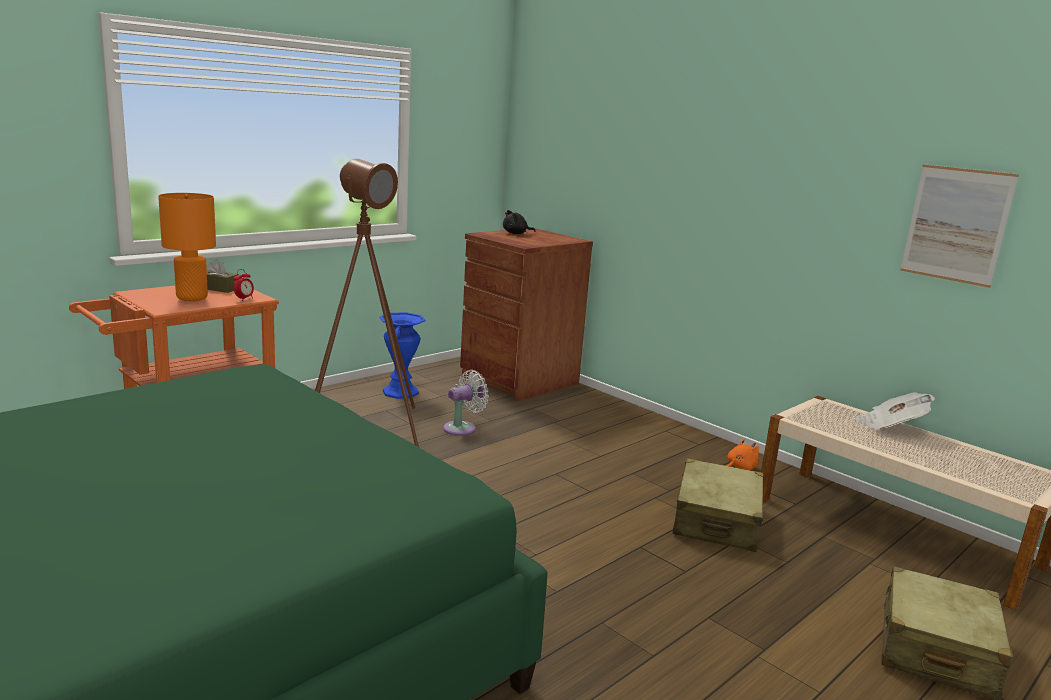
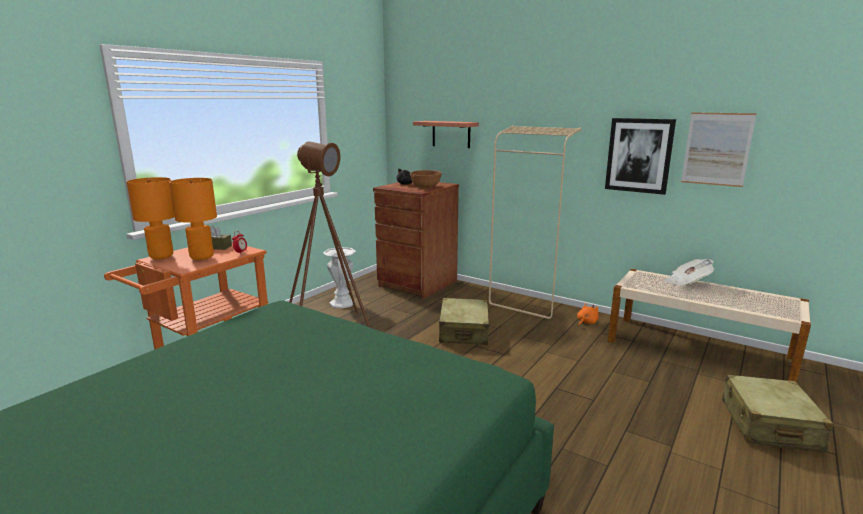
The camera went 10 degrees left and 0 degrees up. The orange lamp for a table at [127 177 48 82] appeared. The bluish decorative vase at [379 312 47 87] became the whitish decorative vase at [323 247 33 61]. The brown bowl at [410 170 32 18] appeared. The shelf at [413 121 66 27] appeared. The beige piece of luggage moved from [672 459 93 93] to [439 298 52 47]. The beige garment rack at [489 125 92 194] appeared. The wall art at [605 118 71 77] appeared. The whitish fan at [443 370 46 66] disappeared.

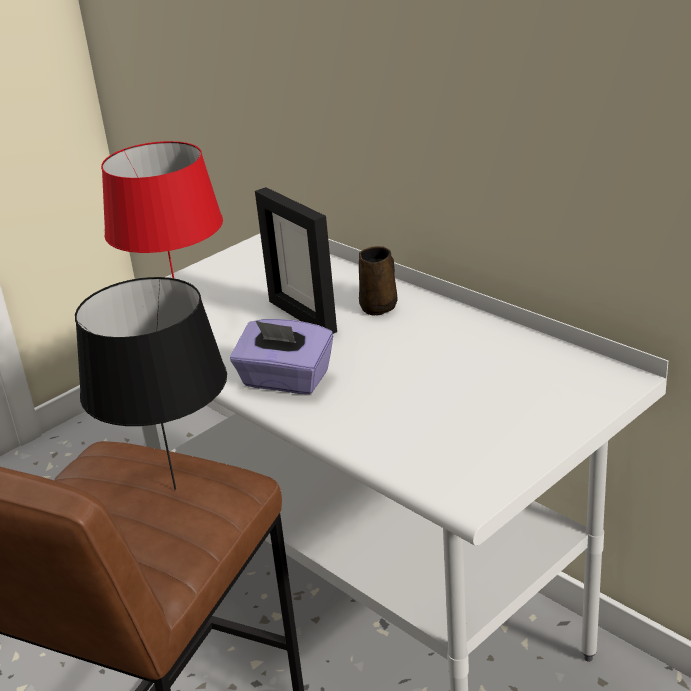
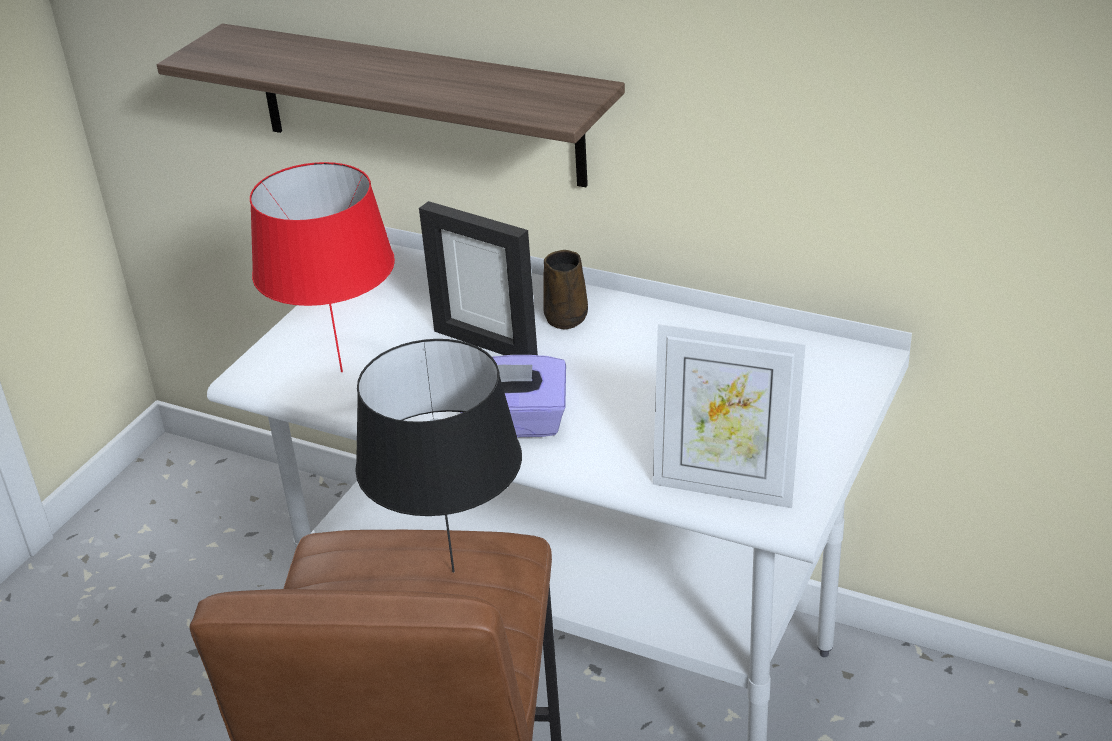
The camera went 20 degrees left and 5 degrees up. The shelf at [157 23 468 164] appeared. The standing frame at [653 324 152 184] appeared.

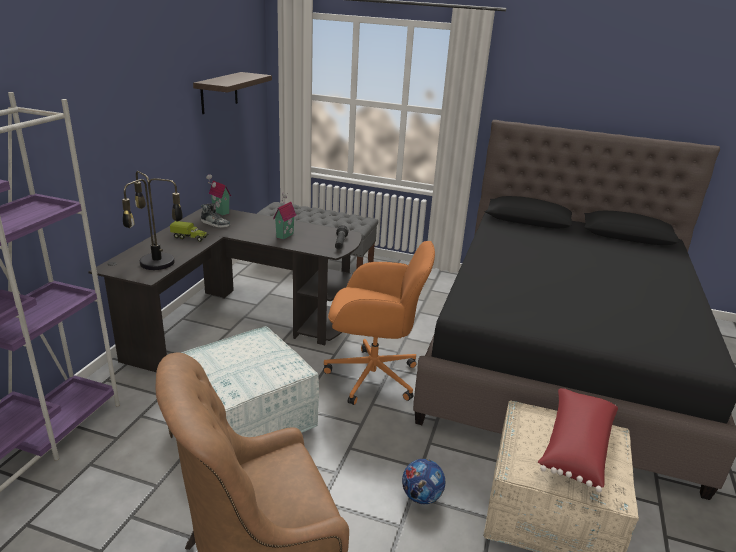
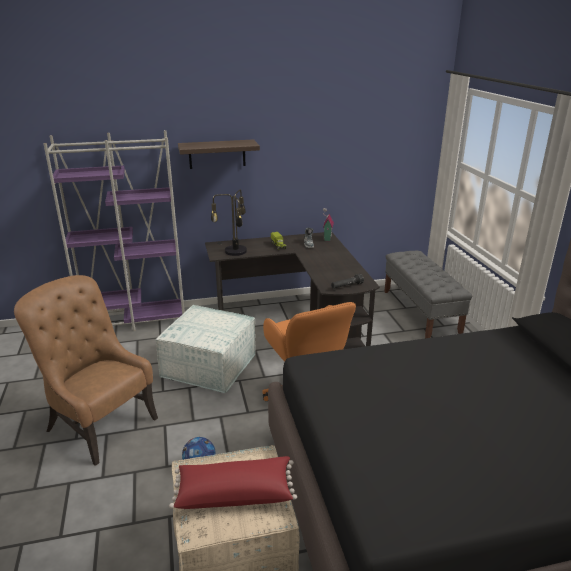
The camera went 60 degrees right and 0 degrees up. The shelf moved from [193 72 79 42] to [178 139 82 30]. The miniature house at [273 193 23 47] disappeared.

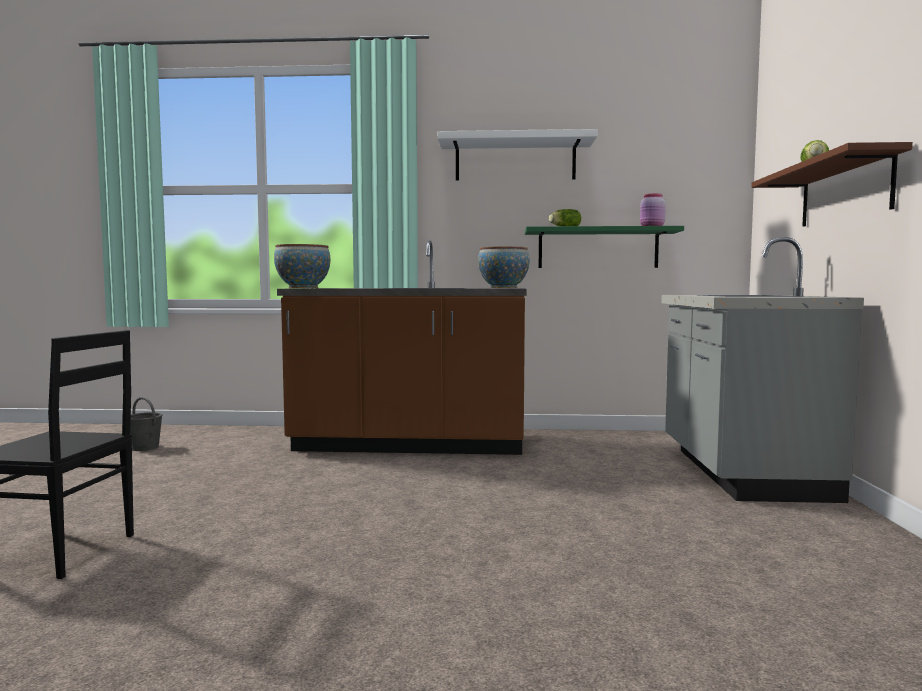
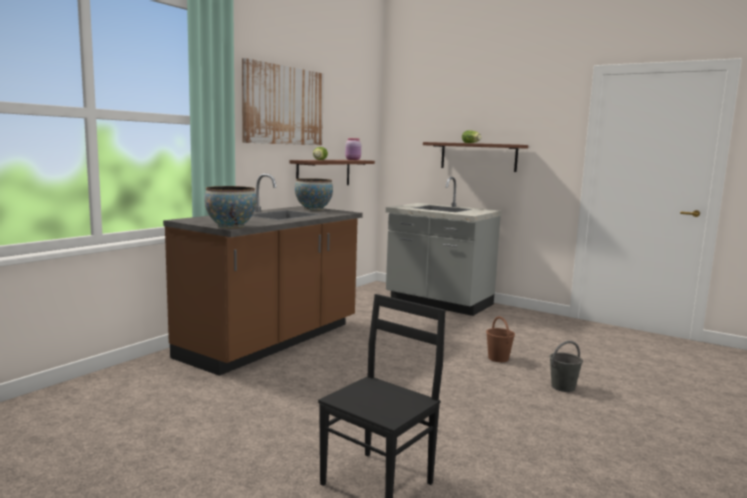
The camera went 60 degrees left and 5 degrees up. The whitish shelf at [437 129 161 52] was replaced by the wall art at [242 58 82 87]. The green-coloured shelf at [525 226 159 42] became the brown shelf at [289 160 86 25]. The brown pail at [486 316 29 46] appeared. The greyish pail moved from [130 397 33 54] to [549 341 34 51].

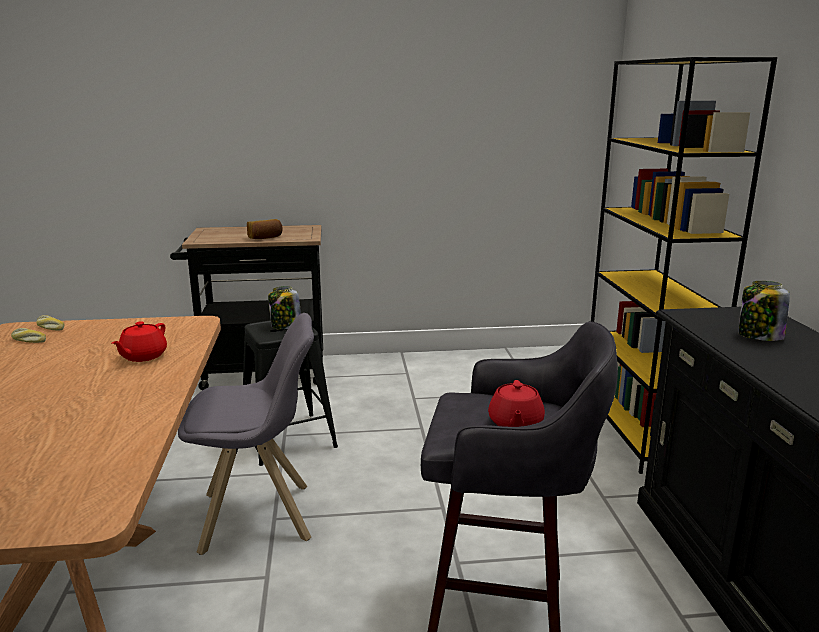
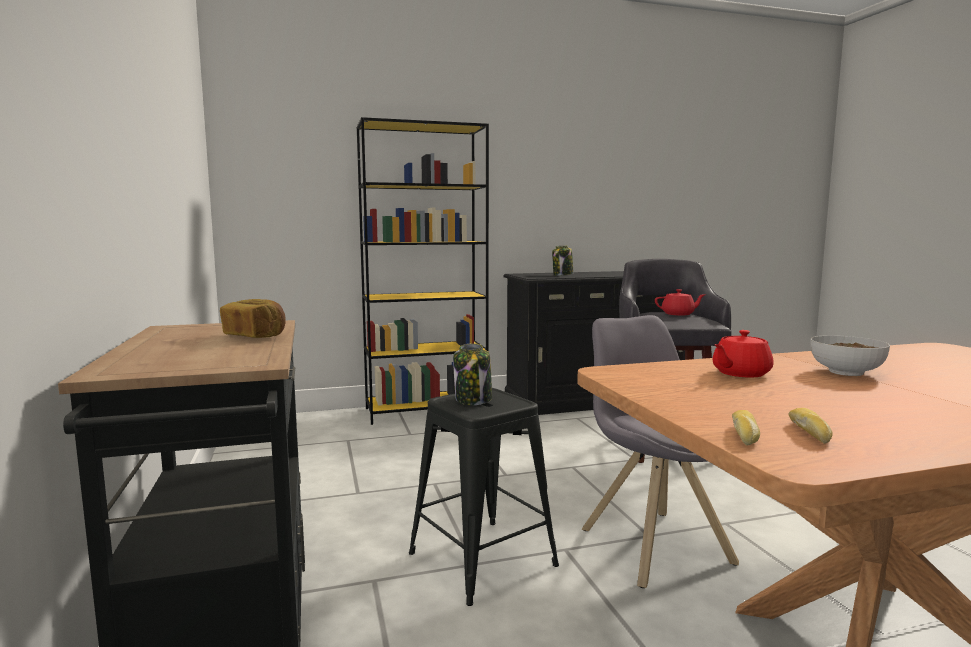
The camera went 100 degrees left and 10 degrees down. The red-coloured teapot at [112 321 55 41] turned 135 degrees clockwise. The bowl at [810 335 80 41] appeared.

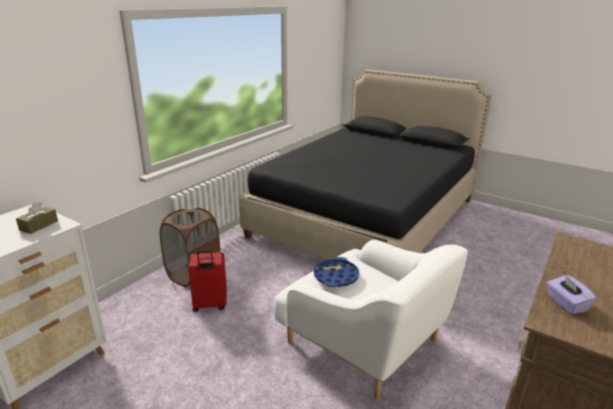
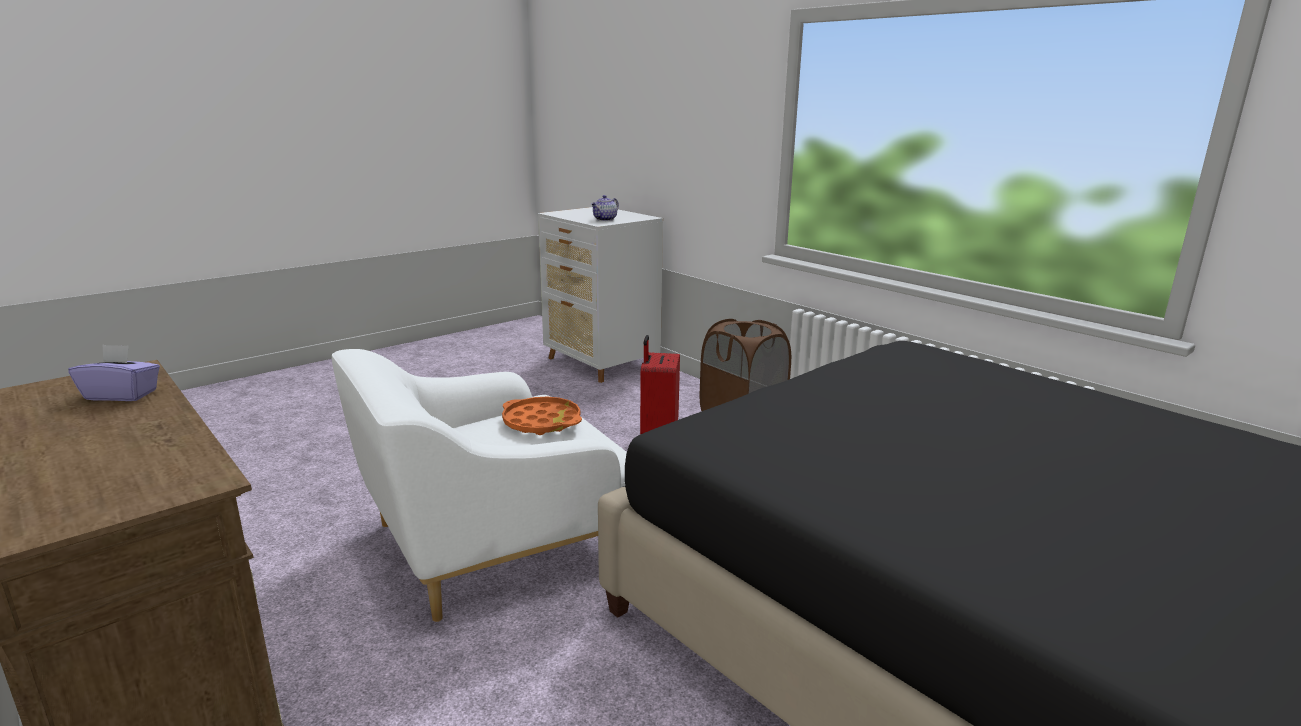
The camera went 105 degrees right and 5 degrees down. The bluish carrying tray at [314 257 45 30] became the orange carrying tray at [502 397 80 38]. The brown tissue box at [16 202 42 32] was replaced by the teapot at [591 195 28 26].

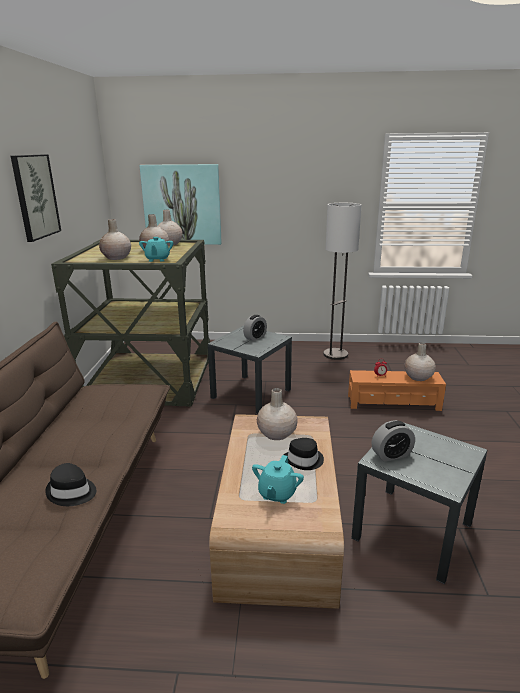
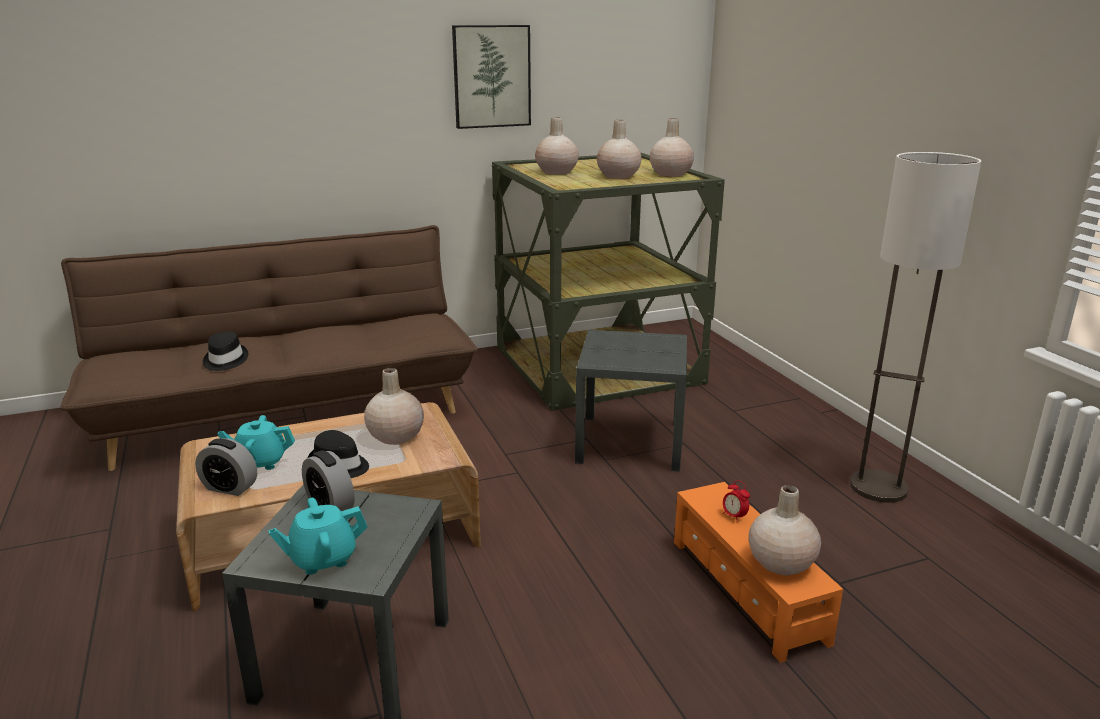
The camera went 65 degrees right and 0 degrees up. The bedside clock moved from [243 315 24 26] to [195 438 62 58]. The turquoise-coloured teapot moved from [139 237 34 25] to [268 498 100 77]. The wall art at [139 164 83 81] disappeared.

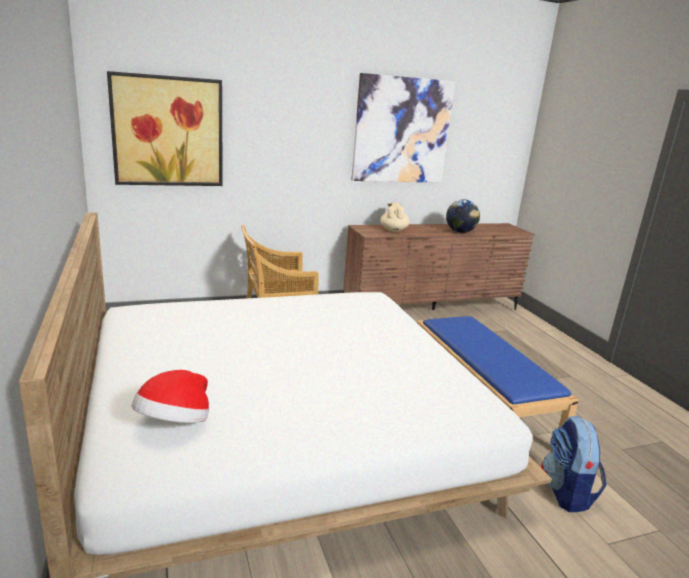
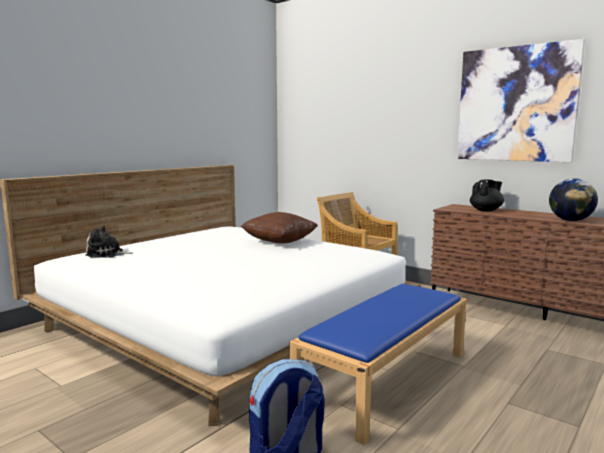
The camera went 60 degrees right and 10 degrees down. The hat at [132 370 77 53] was replaced by the plush toy at [85 225 48 33]. The brown pillow at [241 212 77 32] appeared. The beige teapot at [380 202 30 30] became the black teapot at [470 179 34 32]. The wall art at [107 71 116 115] disappeared.

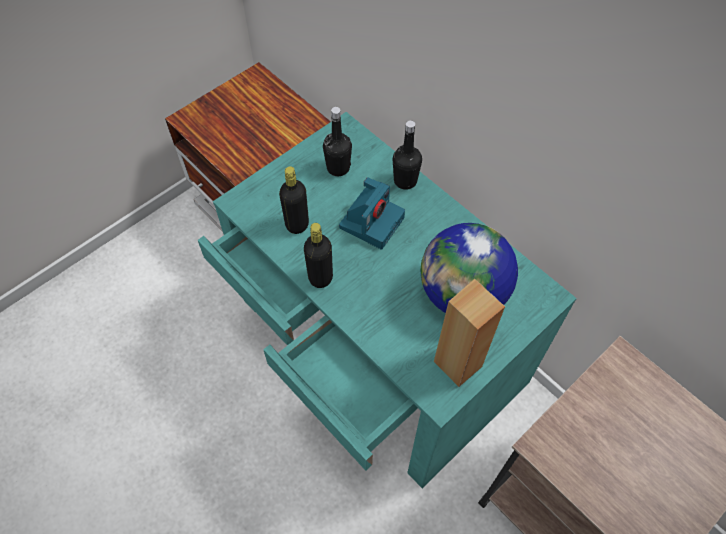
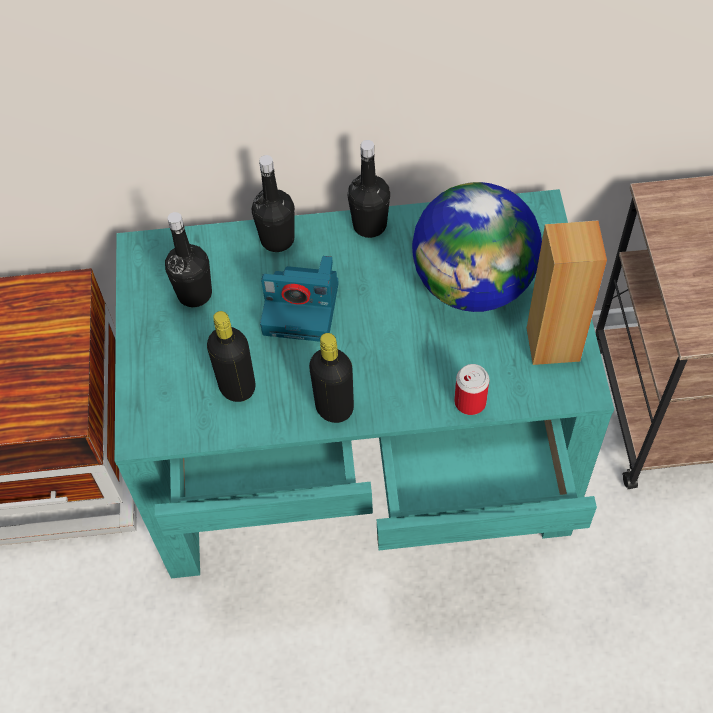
The camera went 50 degrees left and 0 degrees up. The still camera at [339 177 66 73] turned 120 degrees clockwise. The black bottle at [348 140 42 98] appeared. The sealed can at [454 364 35 51] appeared.

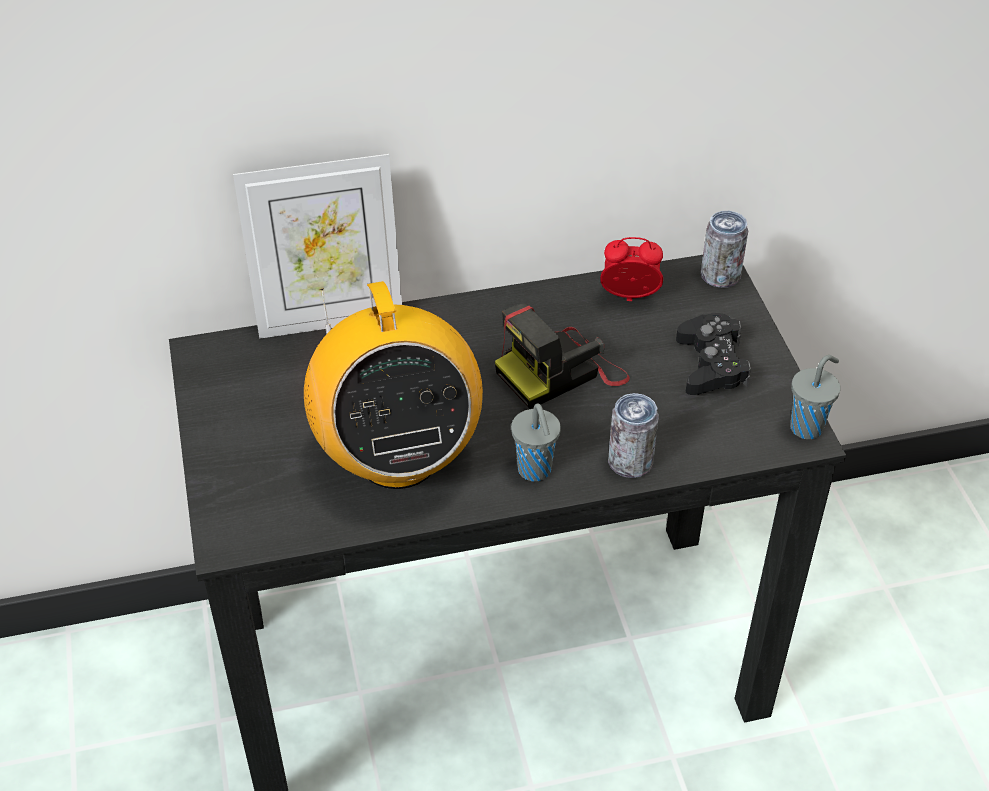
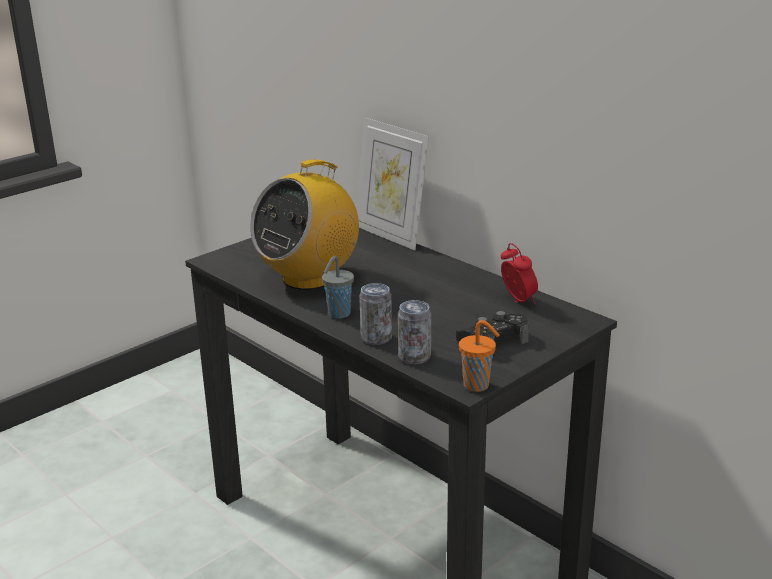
The camera went 60 degrees right and 20 degrees down. The sealed can moved from [701 211 47 77] to [398 300 33 64]. The greyish drinking cup at [790 355 51 84] became the orange drinking cup at [459 320 41 72]. The still camera at [495 303 135 106] disappeared.

